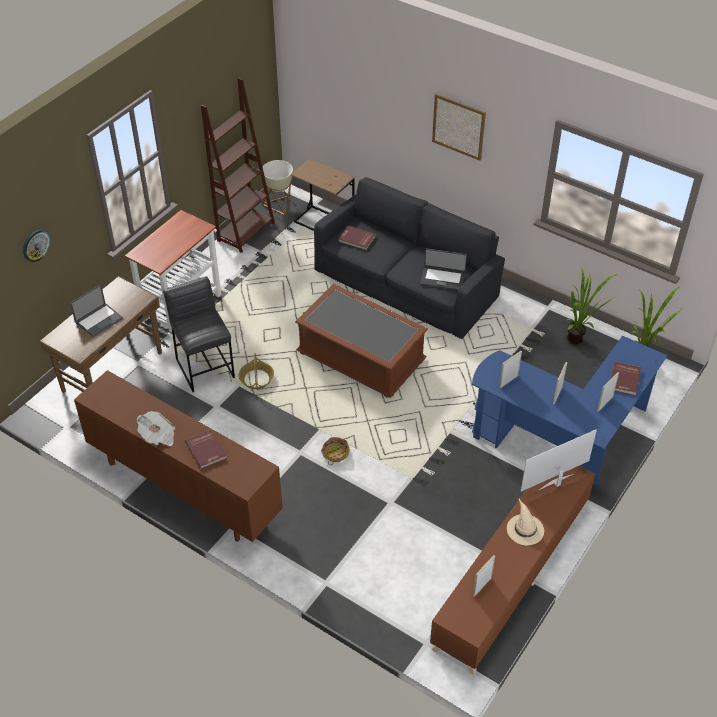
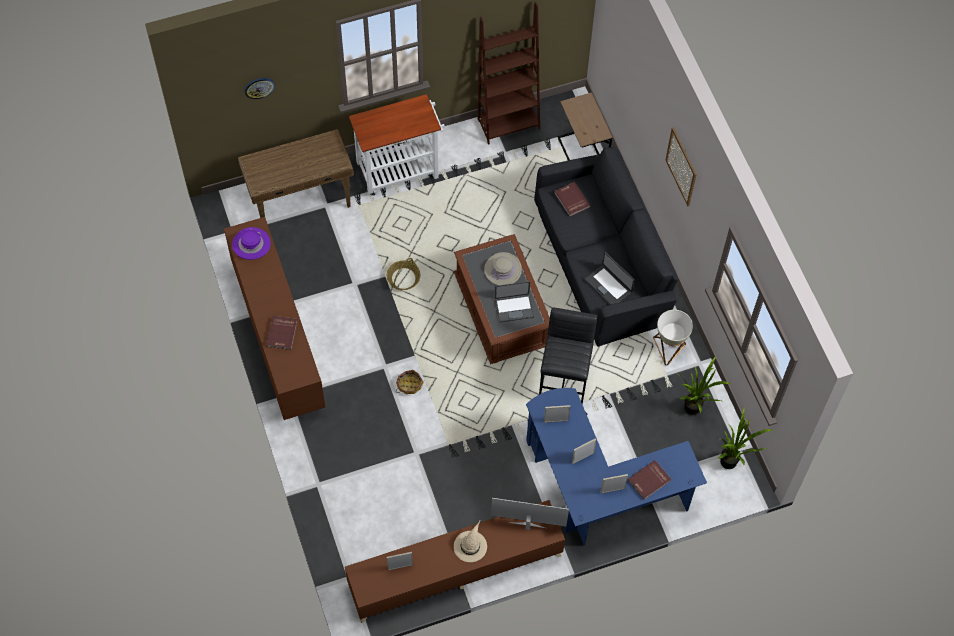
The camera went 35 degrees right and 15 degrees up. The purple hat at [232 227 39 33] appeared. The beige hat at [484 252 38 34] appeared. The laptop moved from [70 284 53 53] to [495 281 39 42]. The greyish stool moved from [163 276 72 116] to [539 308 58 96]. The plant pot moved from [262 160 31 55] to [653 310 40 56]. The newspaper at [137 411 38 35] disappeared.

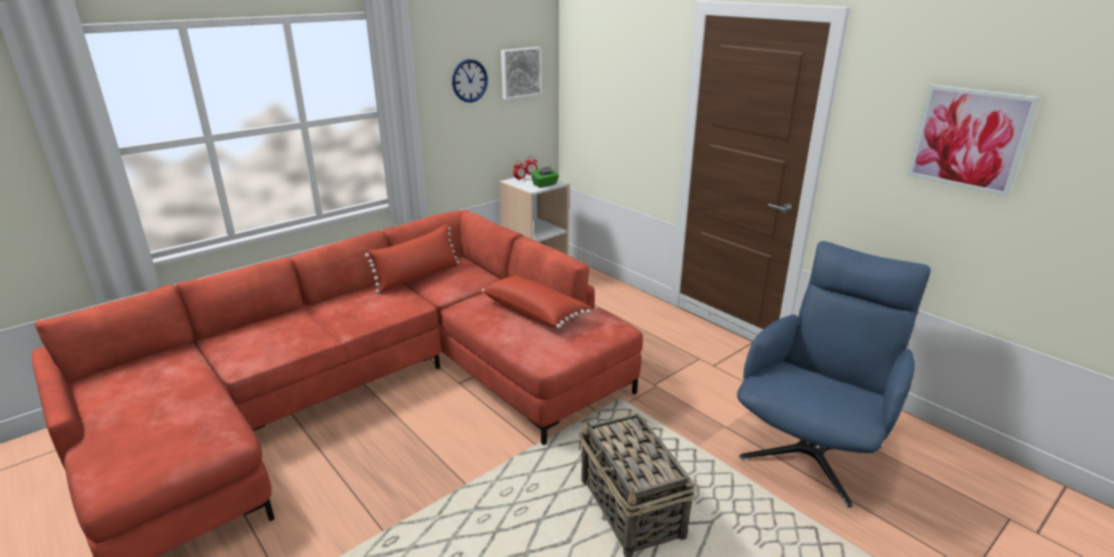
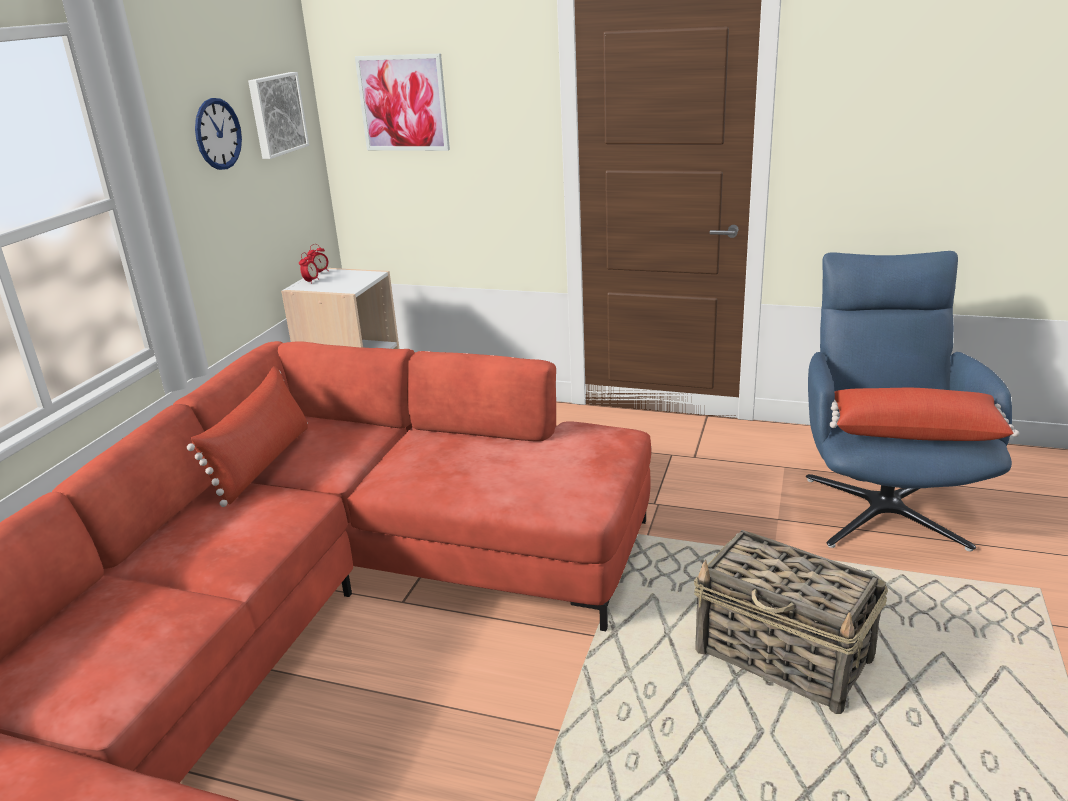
The camera went 30 degrees left and 0 degrees up. The wall art moved from [907 84 133 113] to [355 54 95 97]. The red-coloured pillow moved from [482 276 109 53] to [830 388 189 53]. The green-coloured tissue box at [531 166 28 22] disappeared.

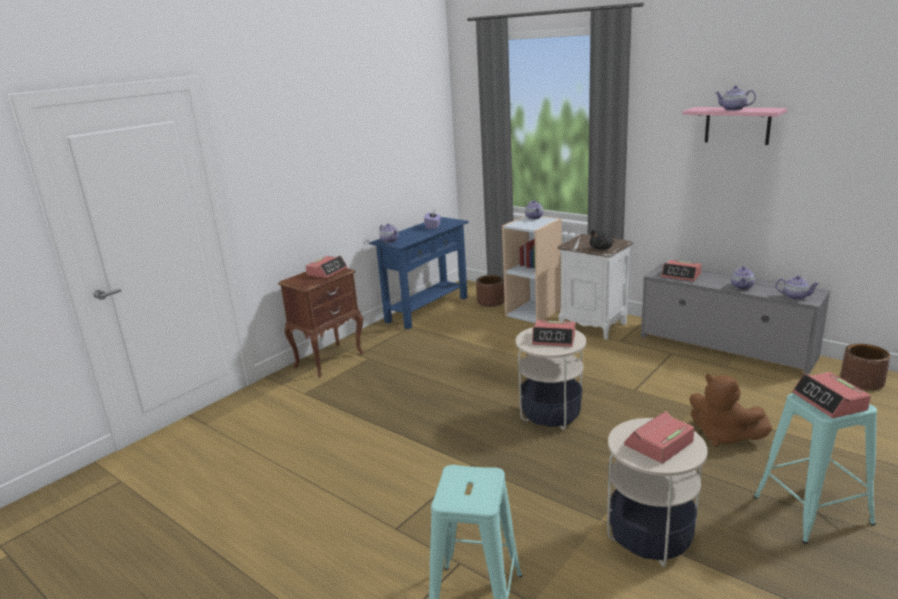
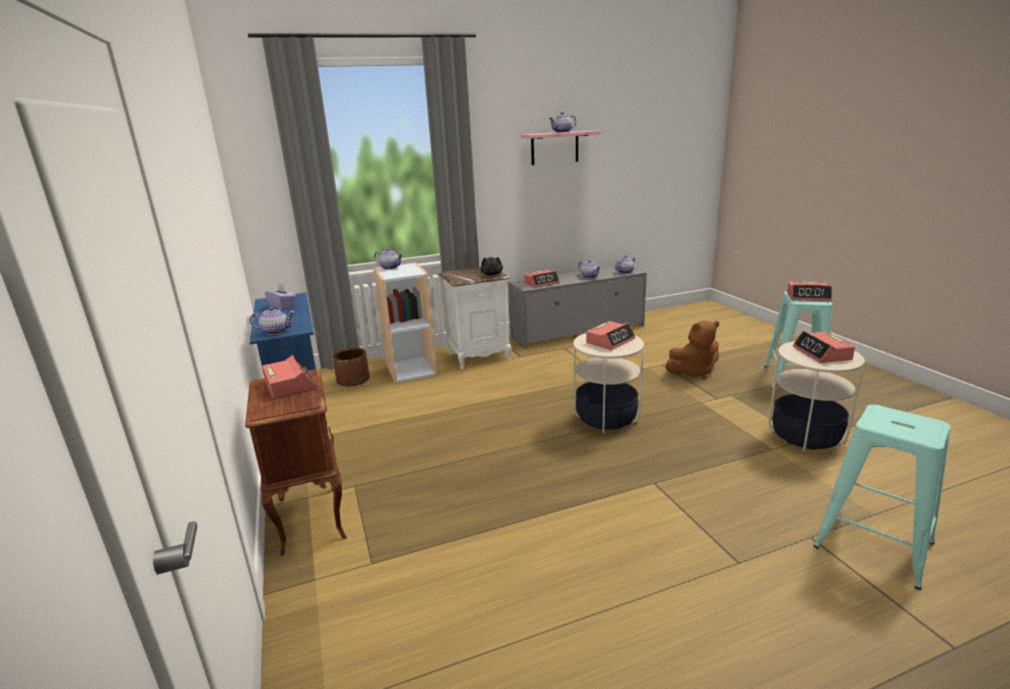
The camera went 60 degrees left and 0 degrees up. The brown plant pot at [840 344 50 47] disappeared.

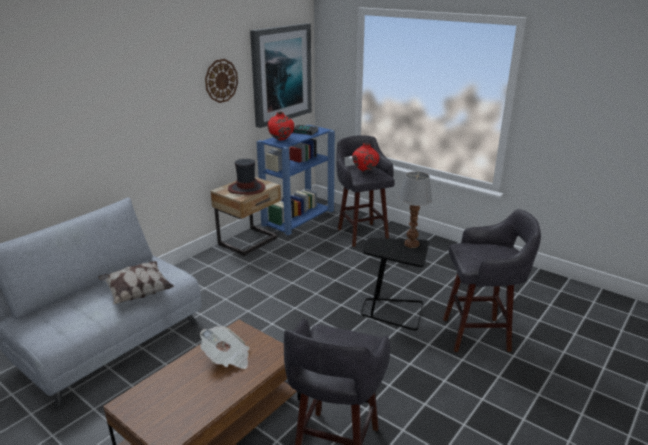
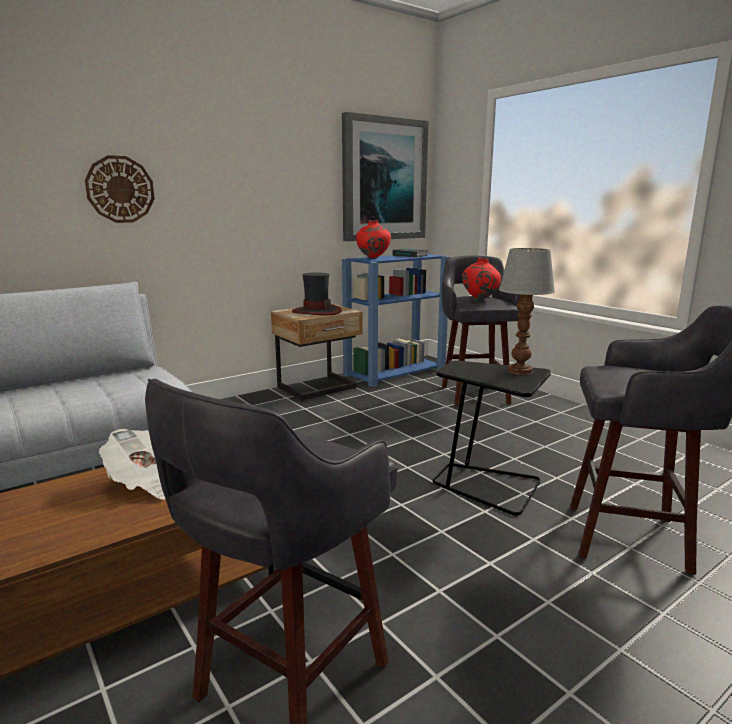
The camera went 15 degrees right and 10 degrees down. The hanging clock moved from [205 59 33 44] to [85 155 70 68]. The pillow at [98 261 76 44] disappeared.

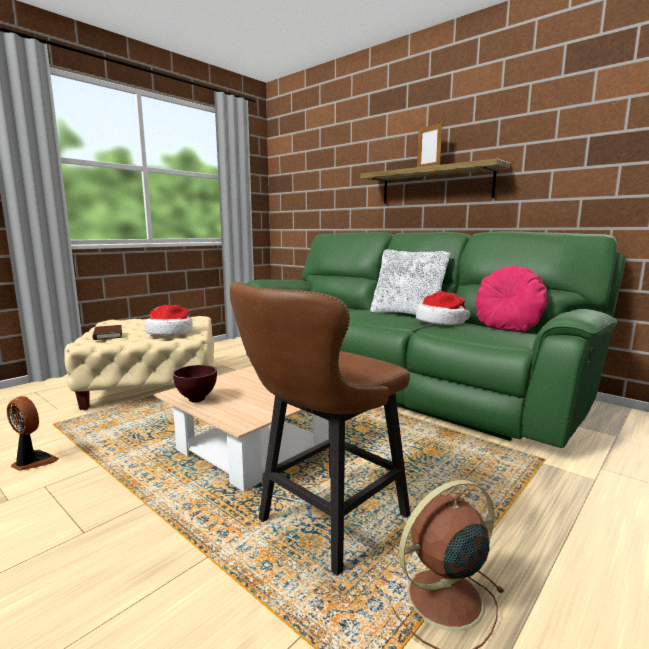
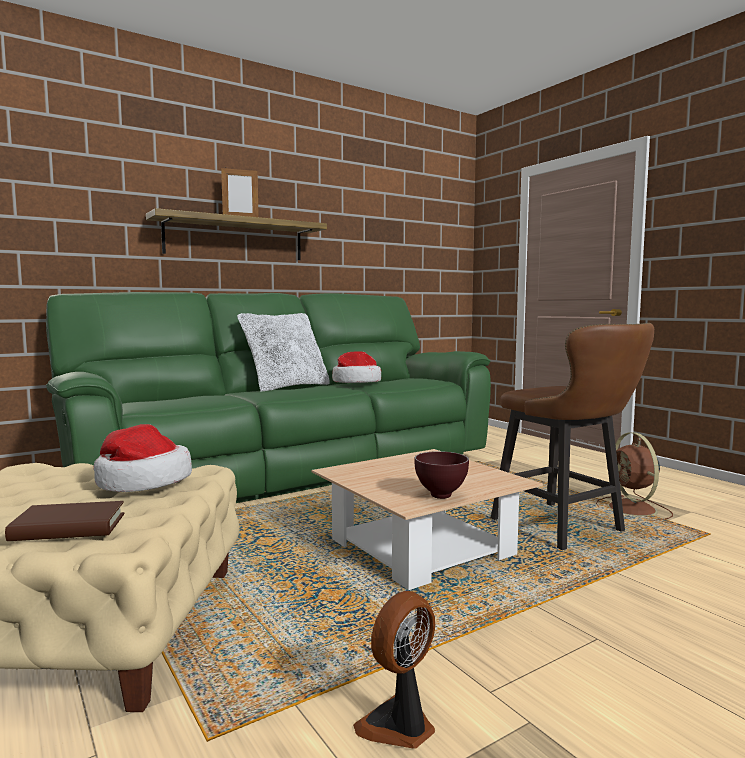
The camera went 75 degrees left and 5 degrees down. The pink-coloured pillow at [476 266 71 66] disappeared.

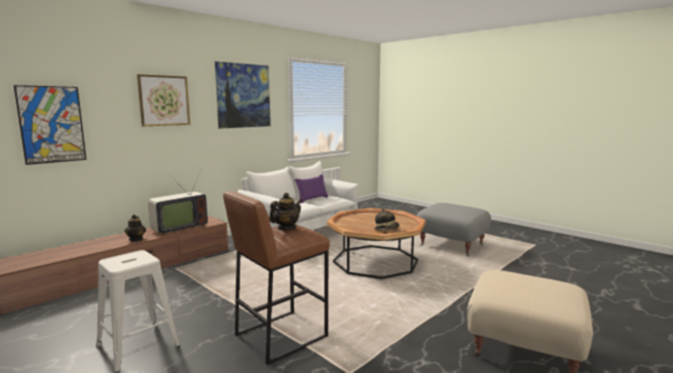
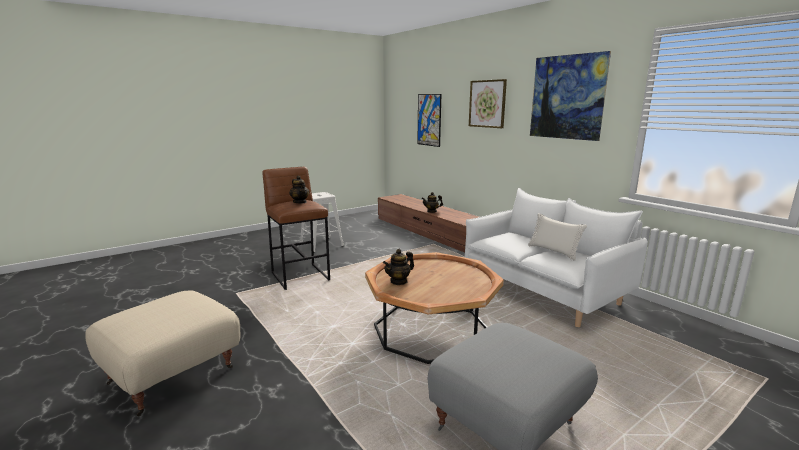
The camera went 100 degrees right and 5 degrees up. The hat at [375 208 24 23] was replaced by the teapot at [383 249 31 36]. The purple pillow at [294 174 34 29] became the whitish pillow at [528 213 59 48]. The TV set at [148 173 60 63] disappeared.

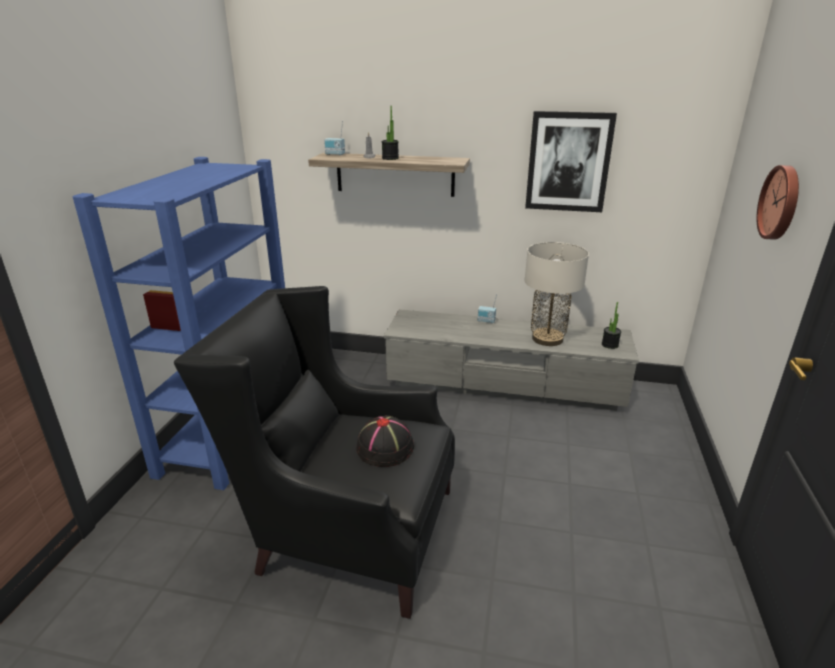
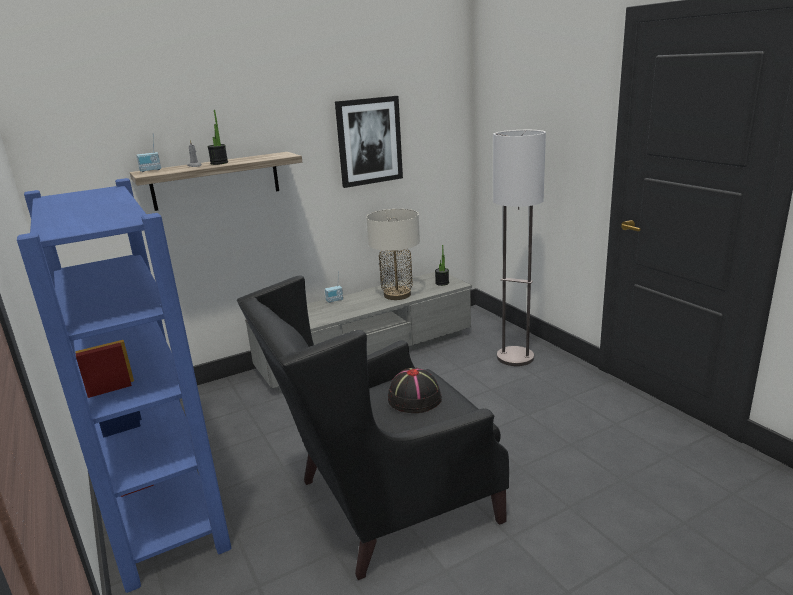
The camera went 40 degrees left and 5 degrees down. The standard lamp at [493 130 53 236] appeared. The hanging clock at [757 165 42 75] disappeared.

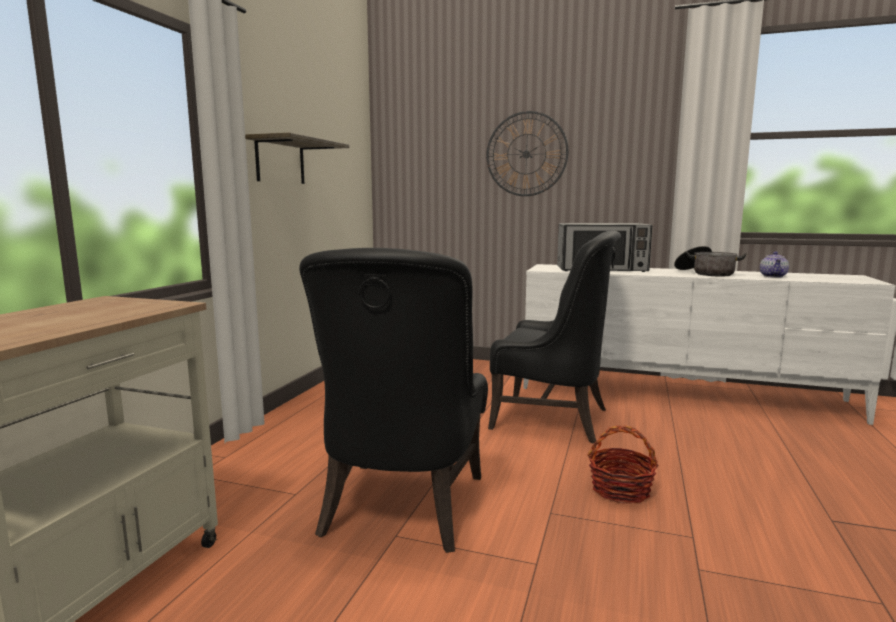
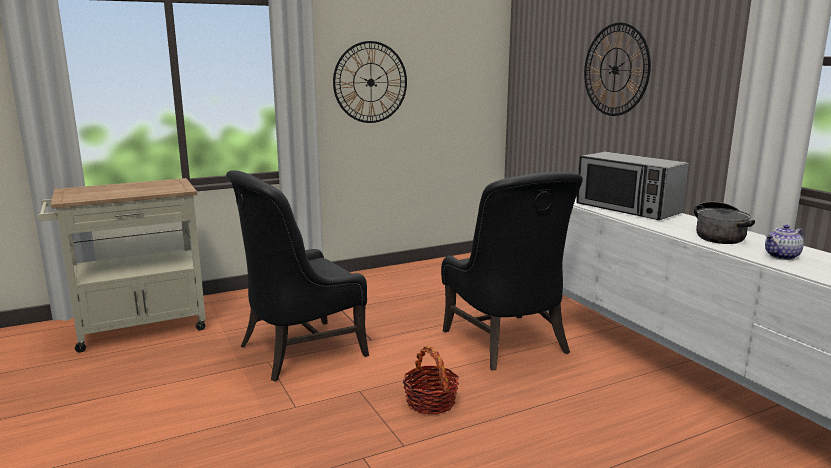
The camera went 45 degrees right and 5 degrees up. The shelf at [245 133 104 51] was replaced by the hanging clock at [333 41 74 82].

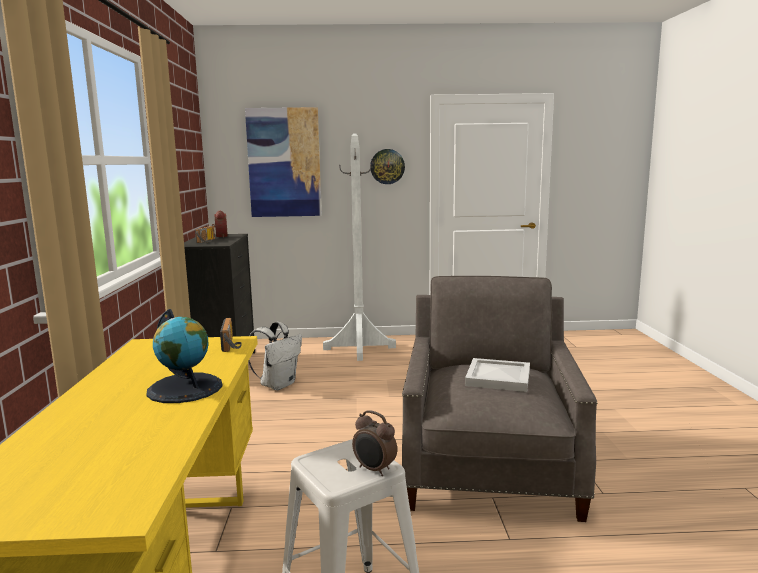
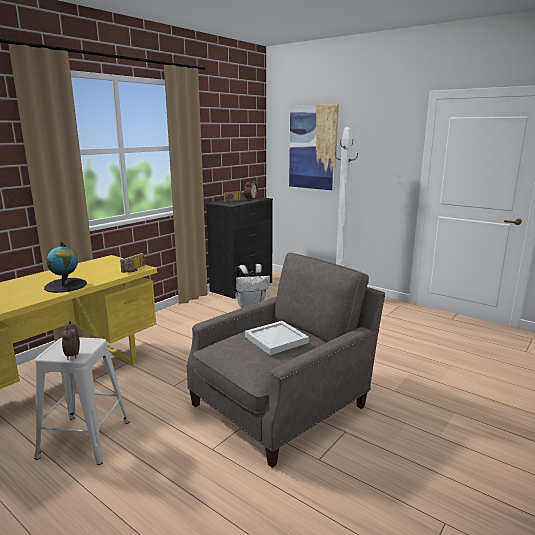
The camera went 40 degrees right and 5 degrees up. The hanging clock at [370 149 35 35] disappeared.

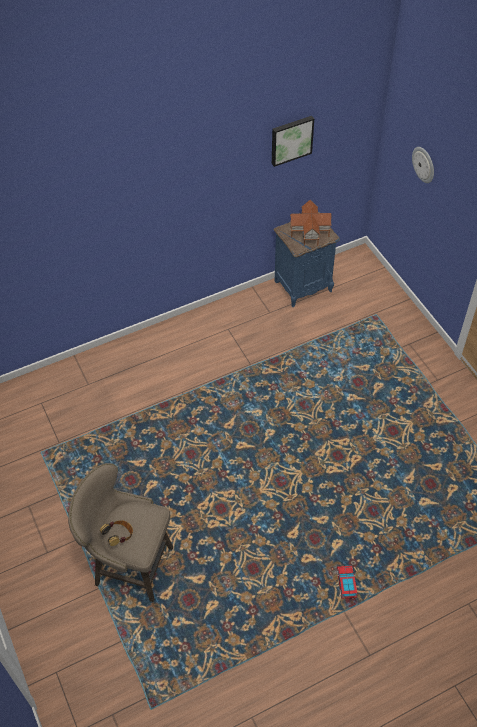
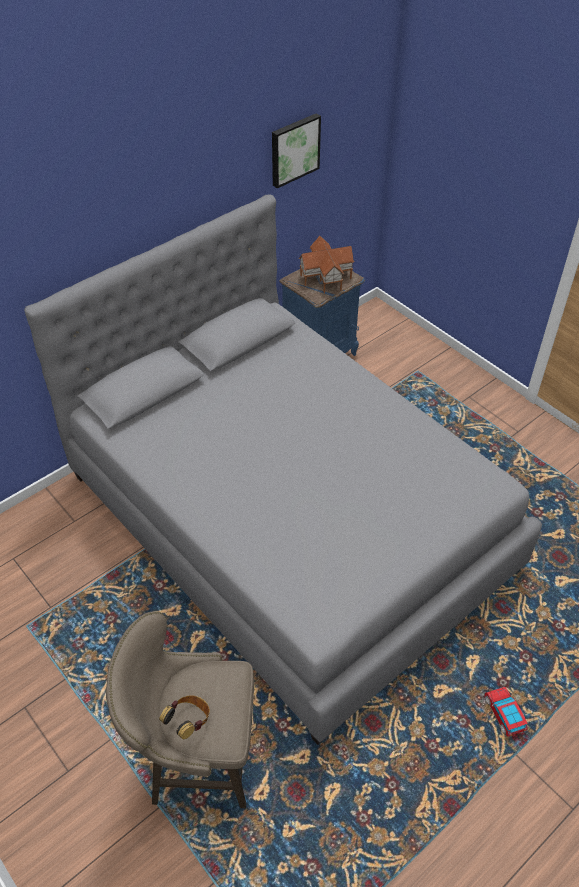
The camera went 15 degrees left and 5 degrees down. The greyish bedroom bed at [24 194 518 551] appeared. The hanging clock at [412 147 22 36] disappeared.

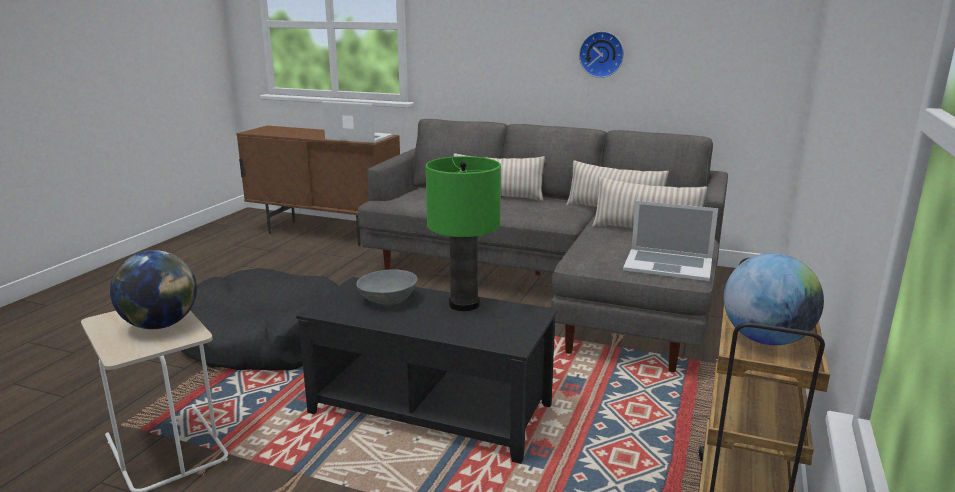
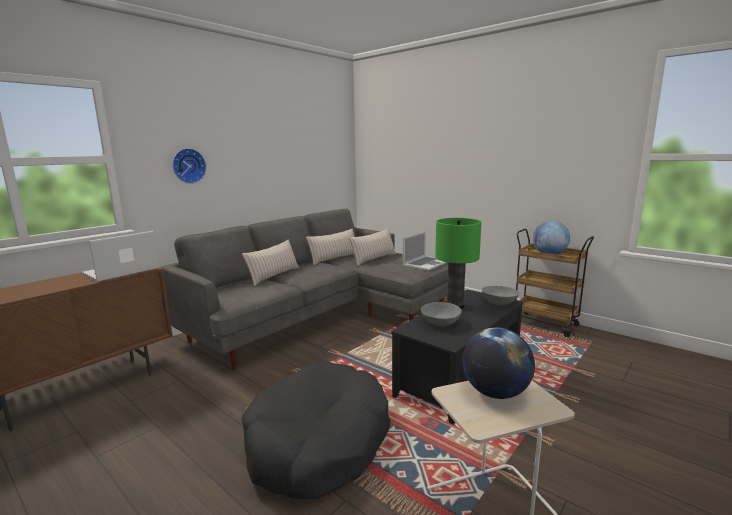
The camera went 70 degrees left and 5 degrees down. The hanging clock moved from [579 31 45 47] to [173 148 33 36]. The greyish bowl at [482 286 37 19] appeared.

